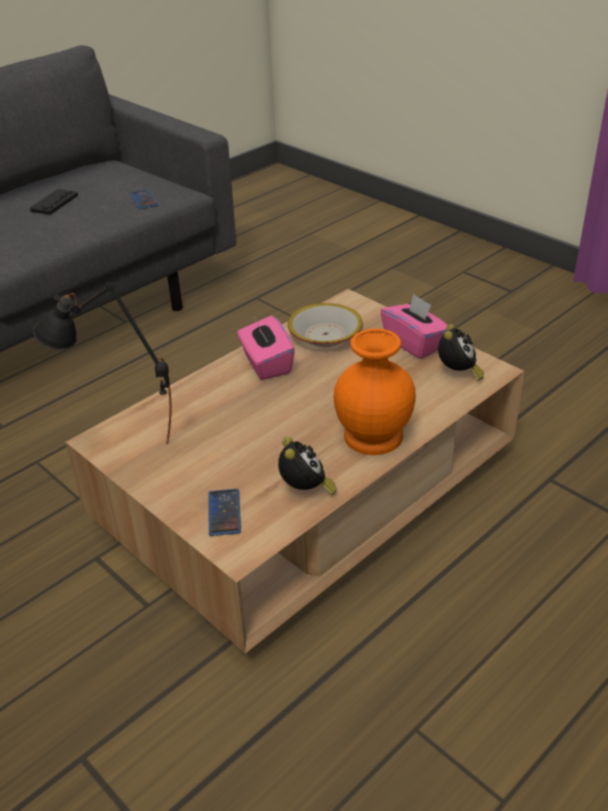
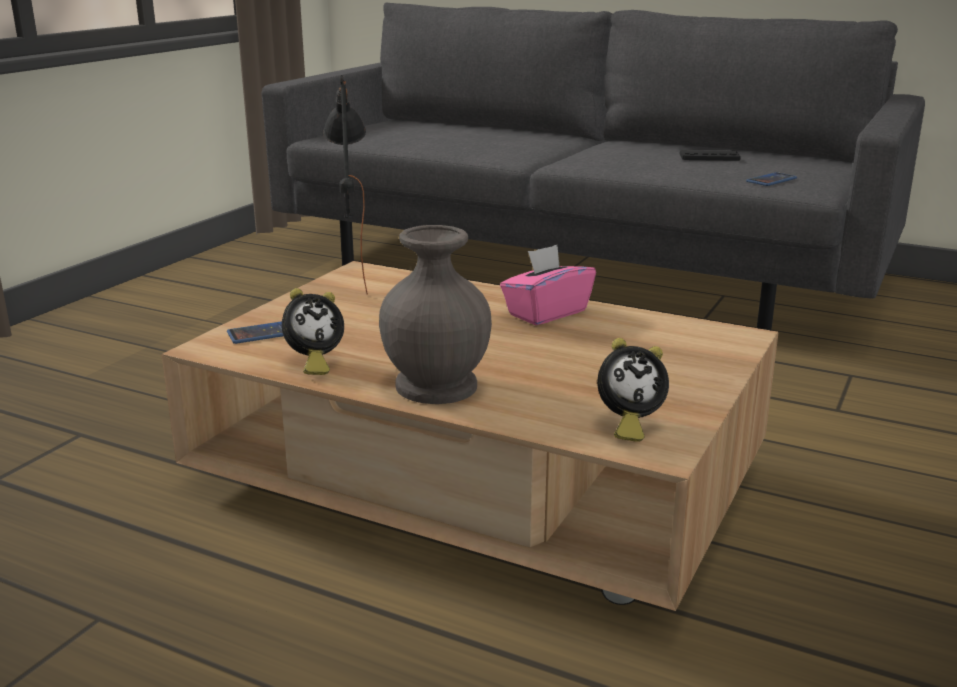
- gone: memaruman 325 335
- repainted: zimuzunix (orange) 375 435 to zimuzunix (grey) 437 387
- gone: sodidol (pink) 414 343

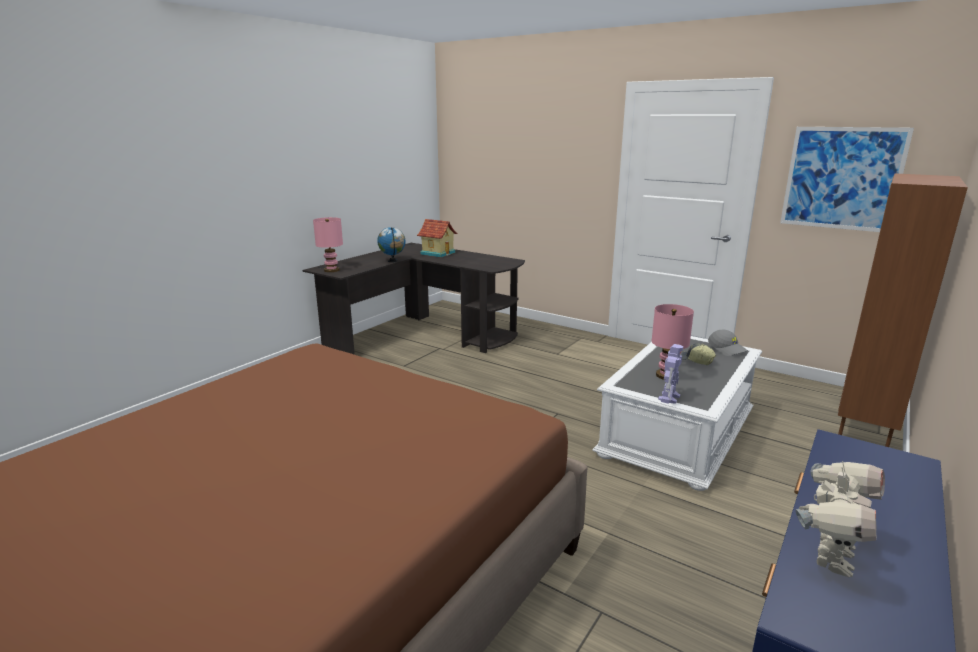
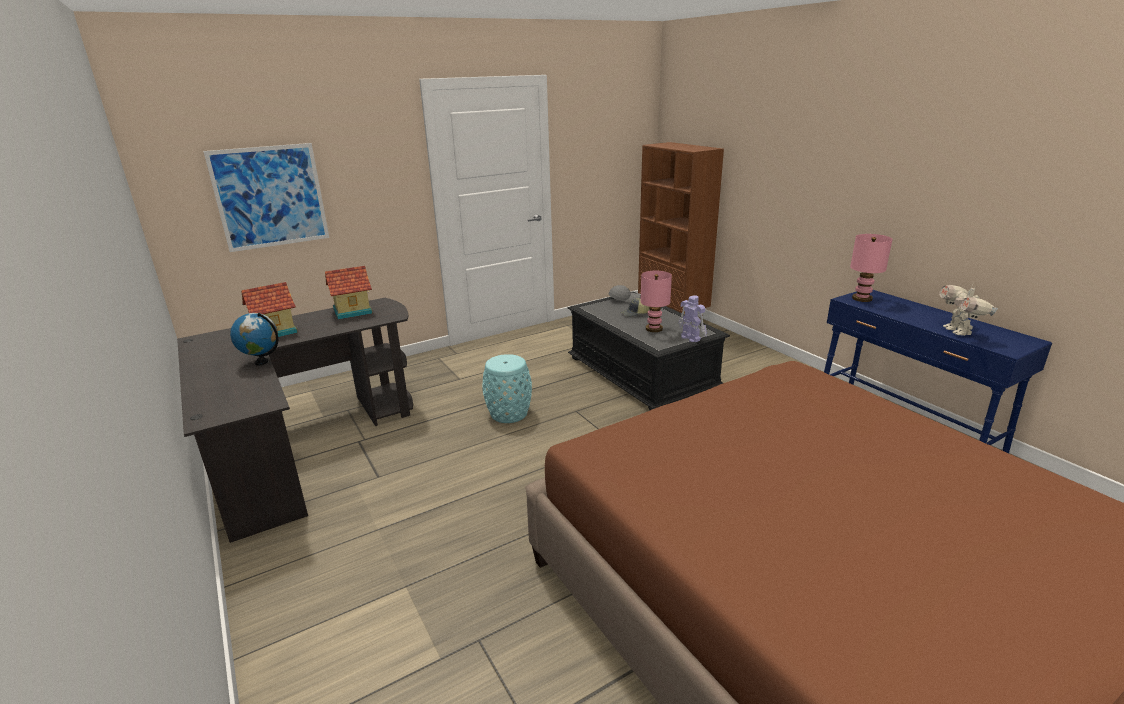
- shifted: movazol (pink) 331 270 to 862 298
- repainted: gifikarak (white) 678 431 to gifikarak (black) 641 372
- shifted: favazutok 842 178 to 270 197
- rotated: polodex 829 556 = 958 331 150 degrees counterclockwise
- new: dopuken 352 310
- new: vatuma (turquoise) 509 414

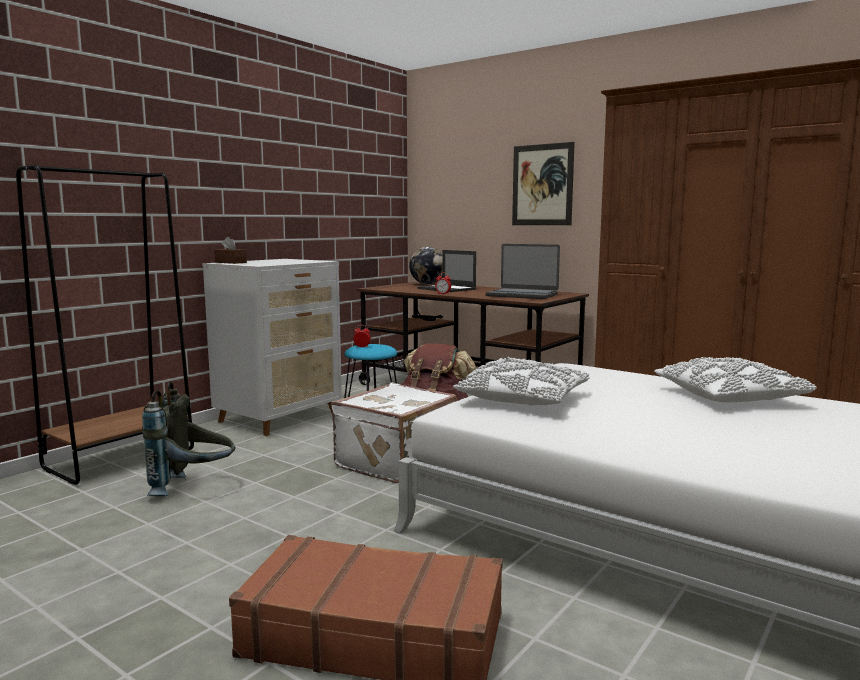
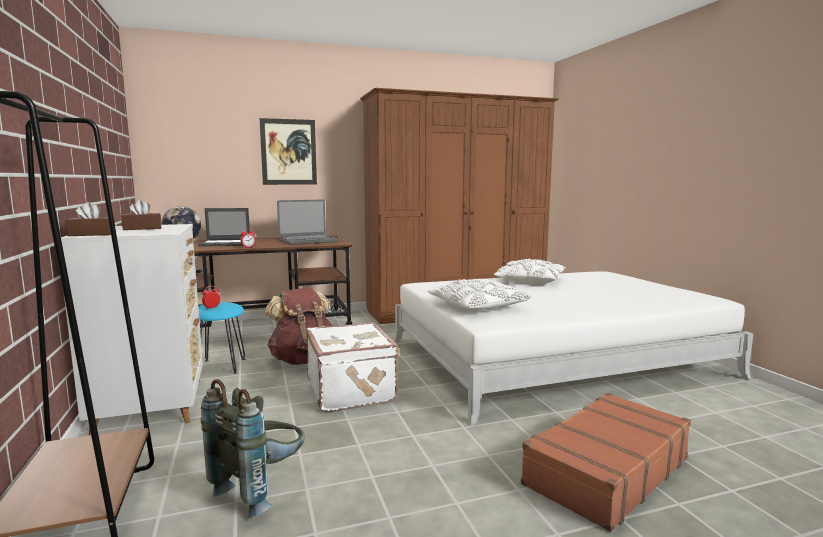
- new: sodidol (brown) 142 228

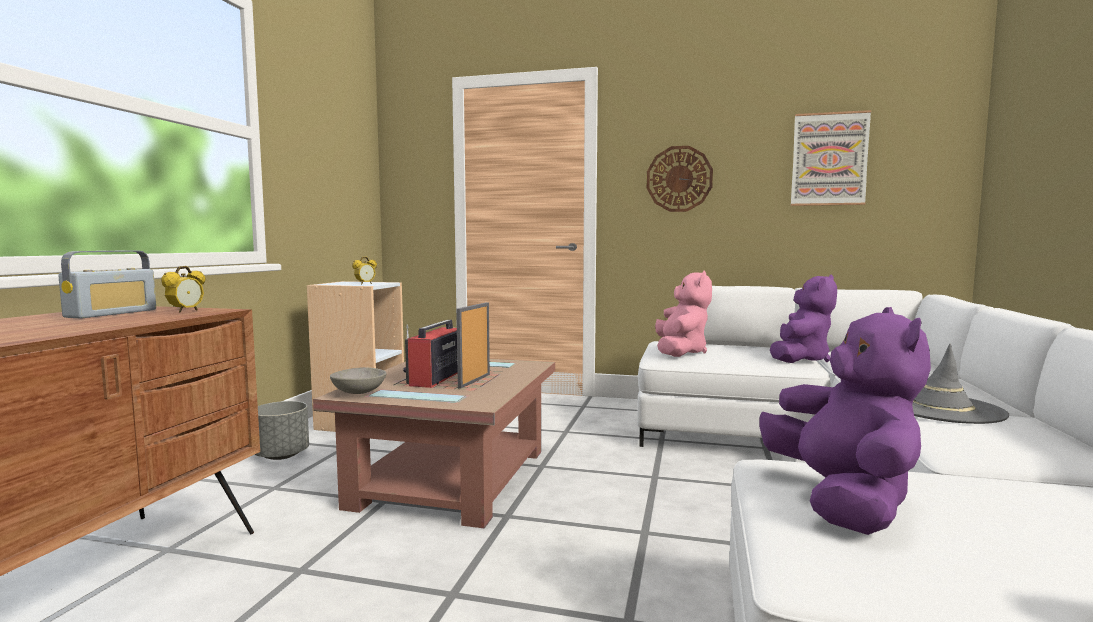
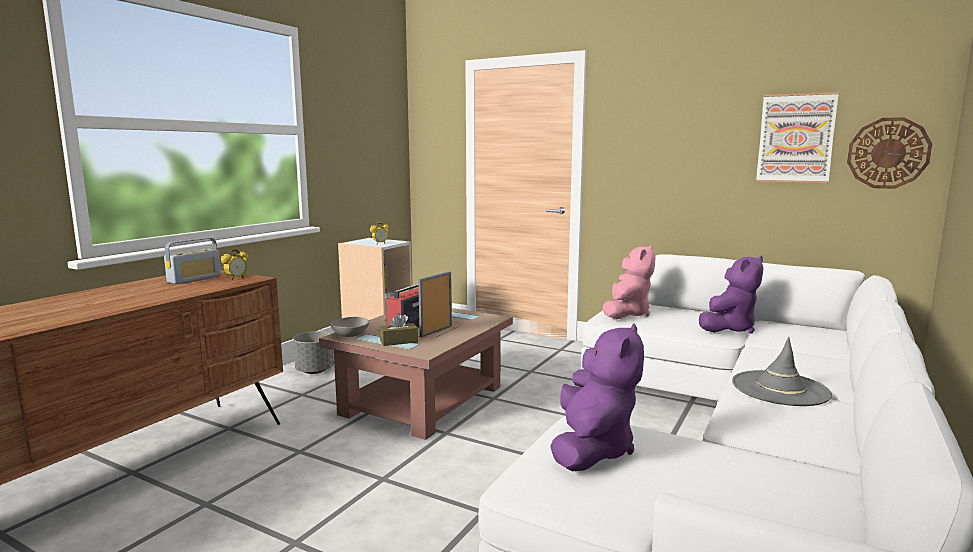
- shifted: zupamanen 679 179 to 888 153
- new: sodidol (brown) 399 341

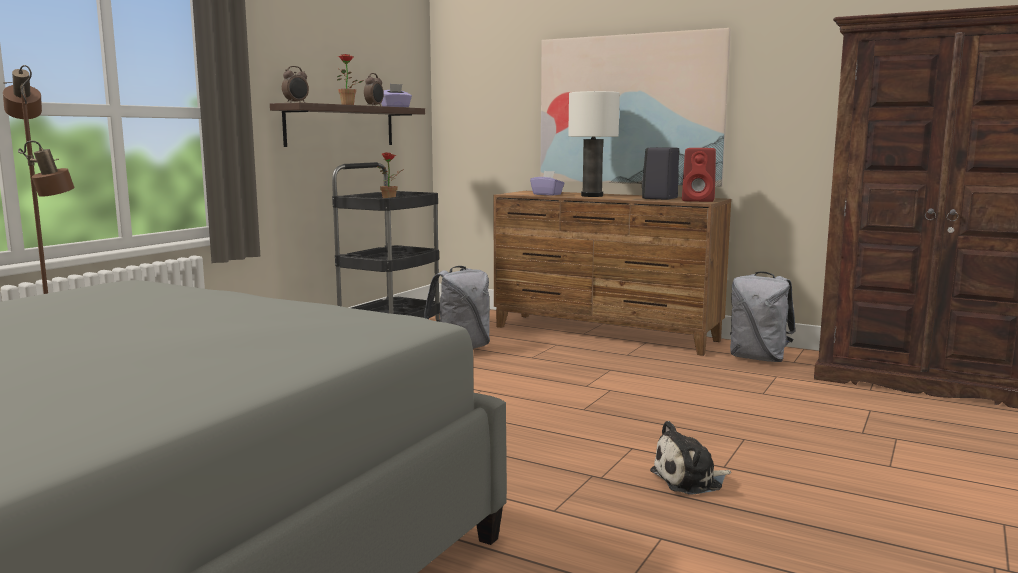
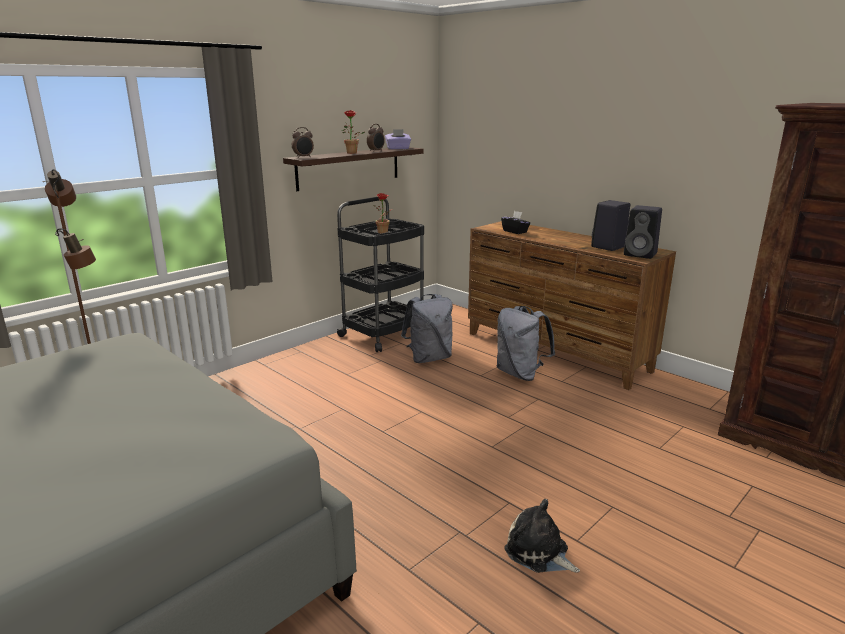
- repainted: sodidol (purple) 547 194 to sodidol (black) 515 231
- gone: favazutok 629 110
- gone: movazol (white) 591 196
- rotated: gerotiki 690 480 = 539 552 45 degrees clockwise
- repainted: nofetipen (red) 699 200 to nofetipen (black) 641 254
- shifted: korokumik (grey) 759 358 to 520 374

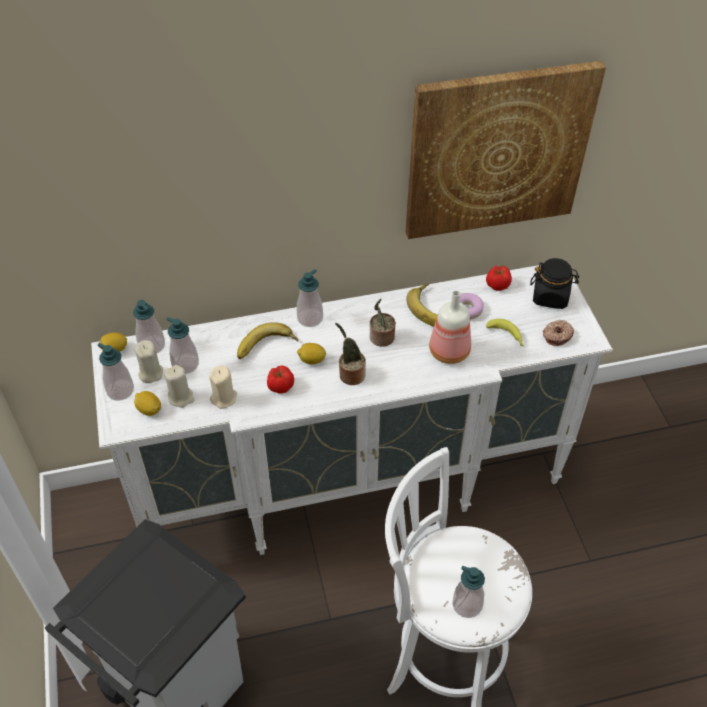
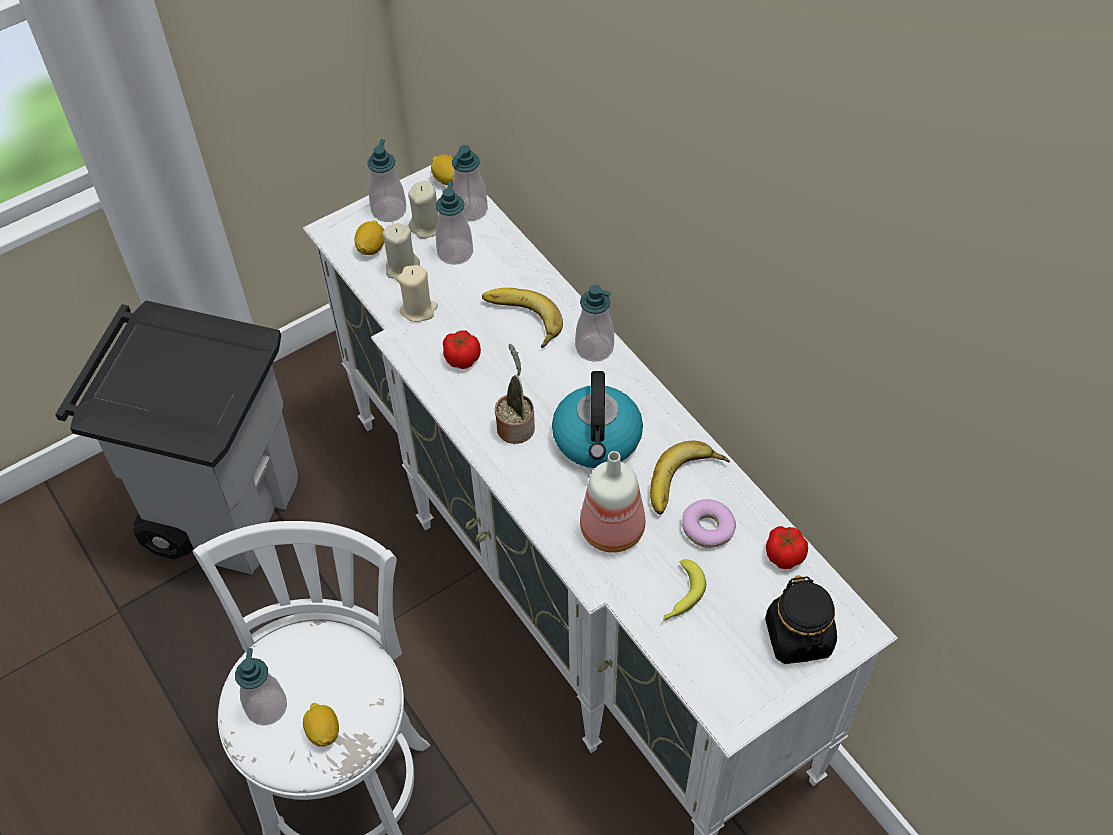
- shifted: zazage 312 360 to 323 731
- swapped: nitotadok 381 338 to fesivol 597 440
- gone: favazutok 497 151
- gone: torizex 556 336

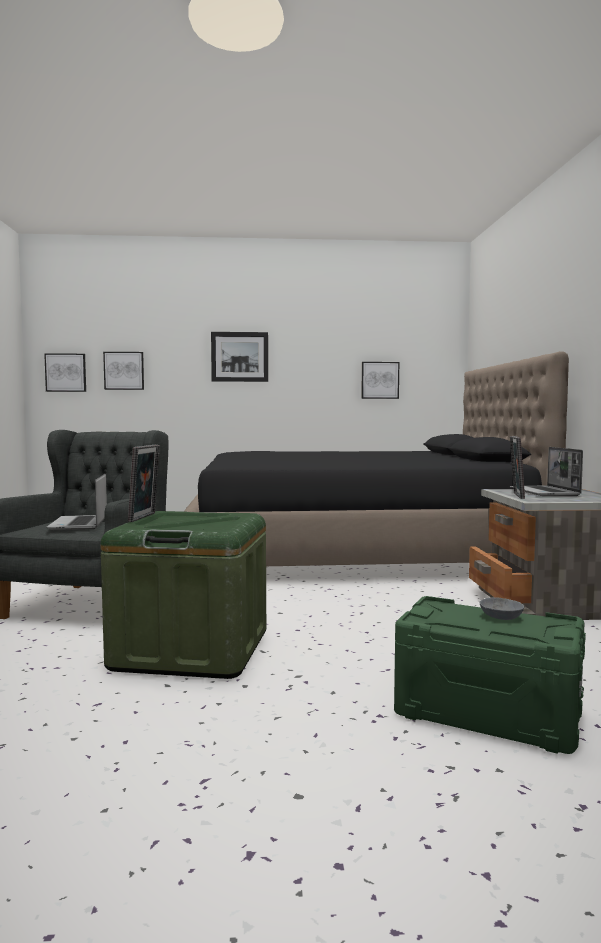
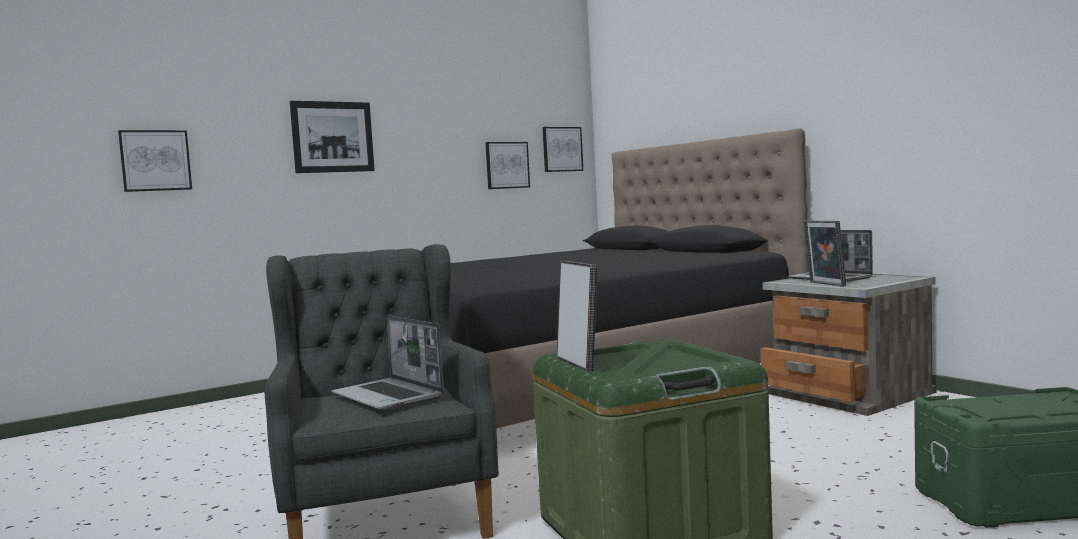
- shifted: favazutok 66 372 to 562 149
- gone: memaruman (grey) 500 617

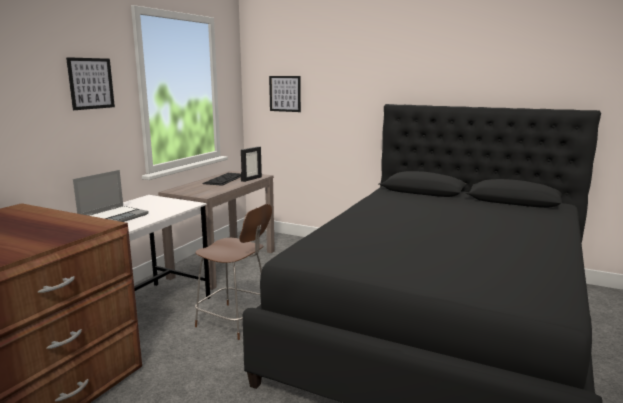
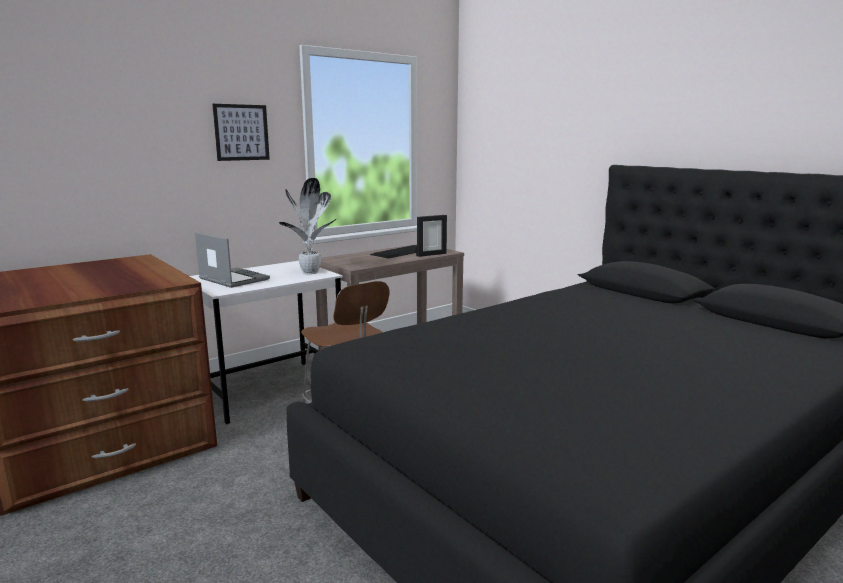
- rotated: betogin 114 217 = 232 279 105 degrees counterclockwise
- gone: favazutok 285 93
- new: nitotadok 310 273

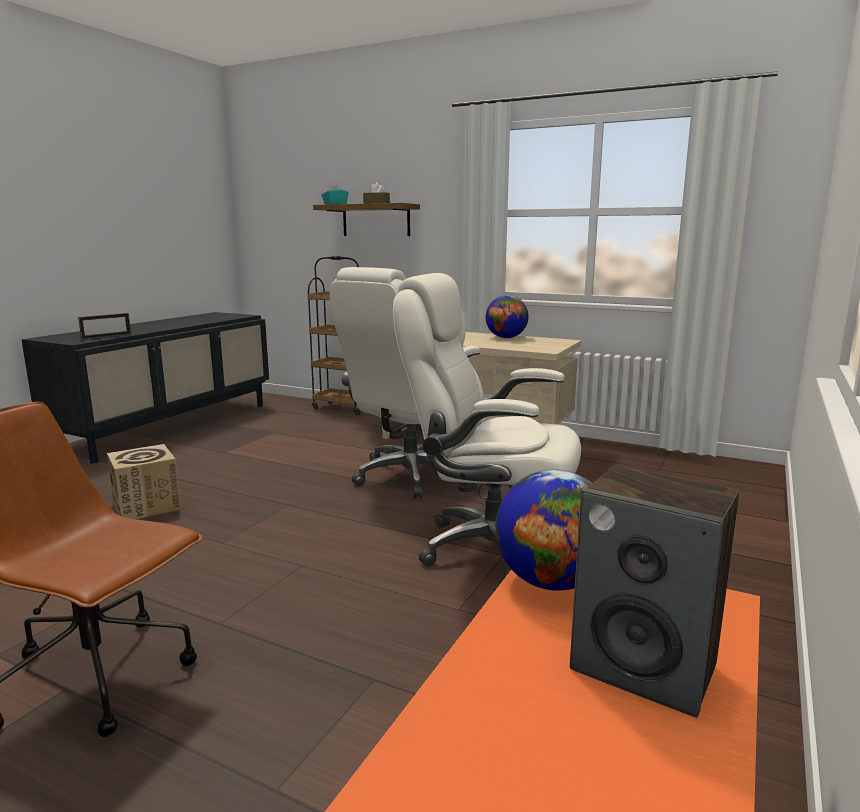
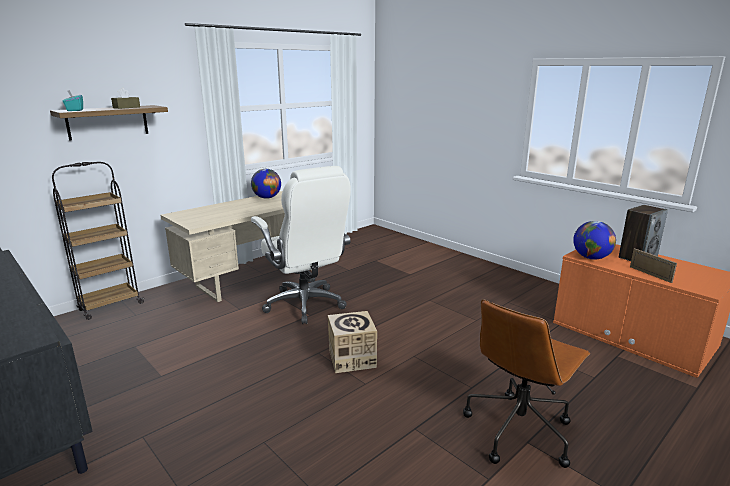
- shifted: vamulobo 106 336 to 650 274
- shifted: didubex 146 506 to 352 358
- gone: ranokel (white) 489 548

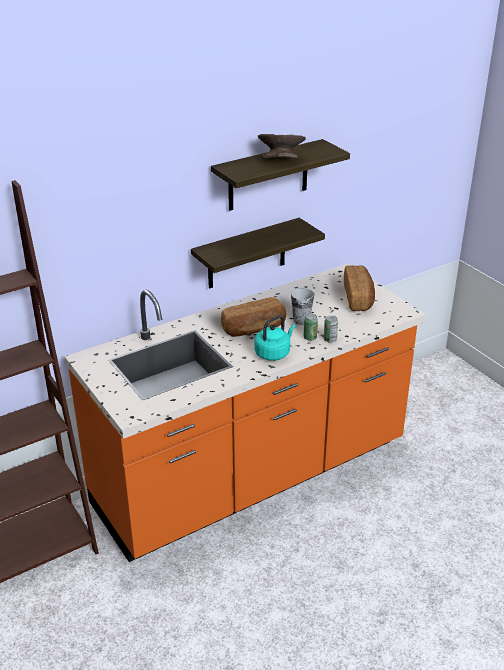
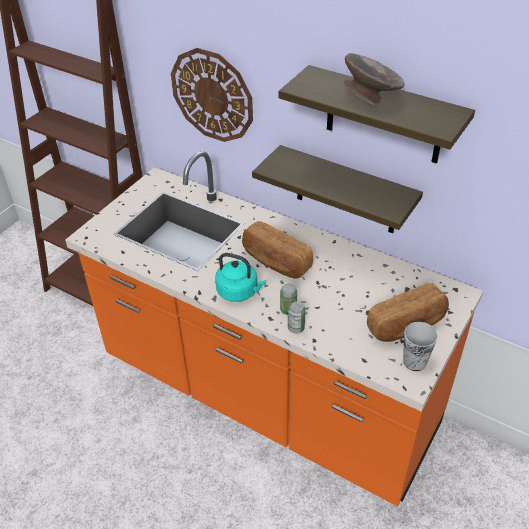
- shifted: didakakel 301 320 to 414 362
- new: zupamanen 212 95

